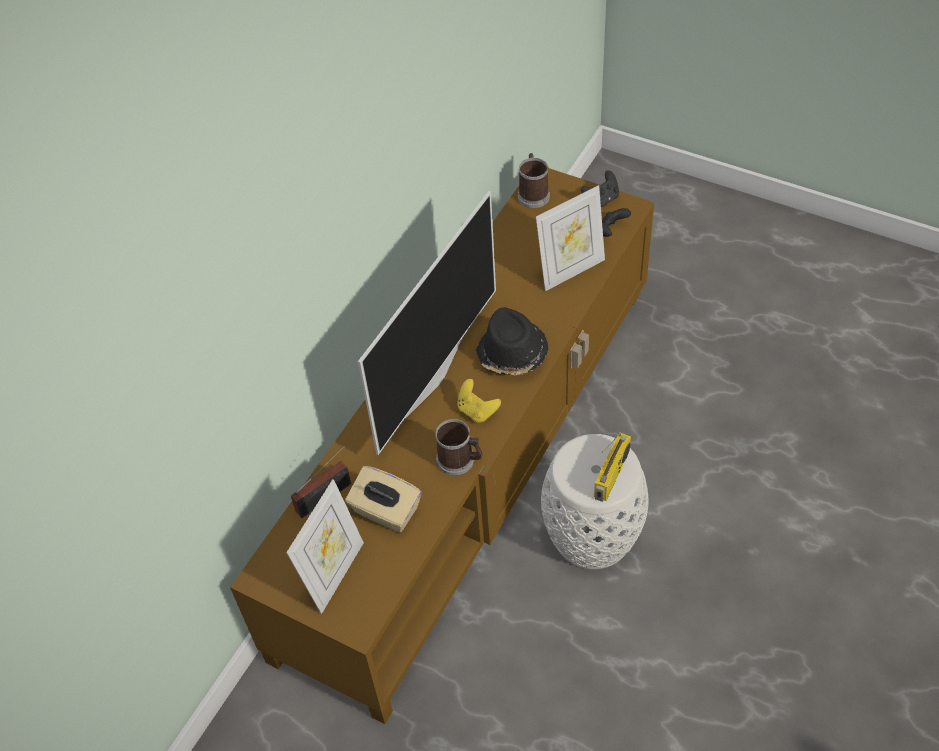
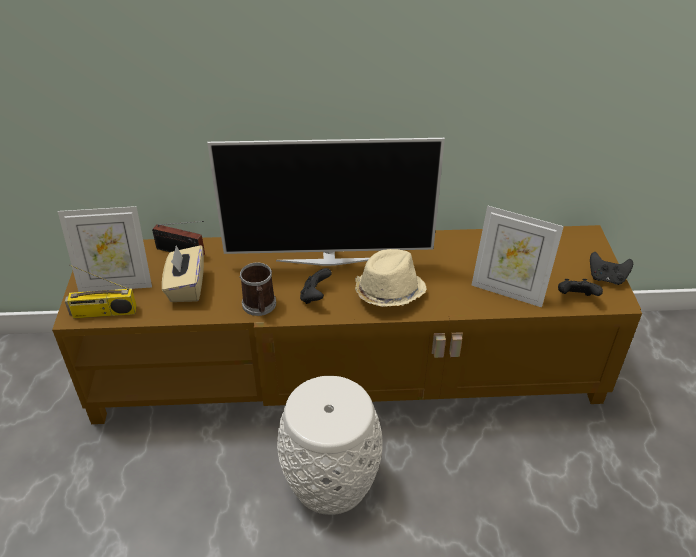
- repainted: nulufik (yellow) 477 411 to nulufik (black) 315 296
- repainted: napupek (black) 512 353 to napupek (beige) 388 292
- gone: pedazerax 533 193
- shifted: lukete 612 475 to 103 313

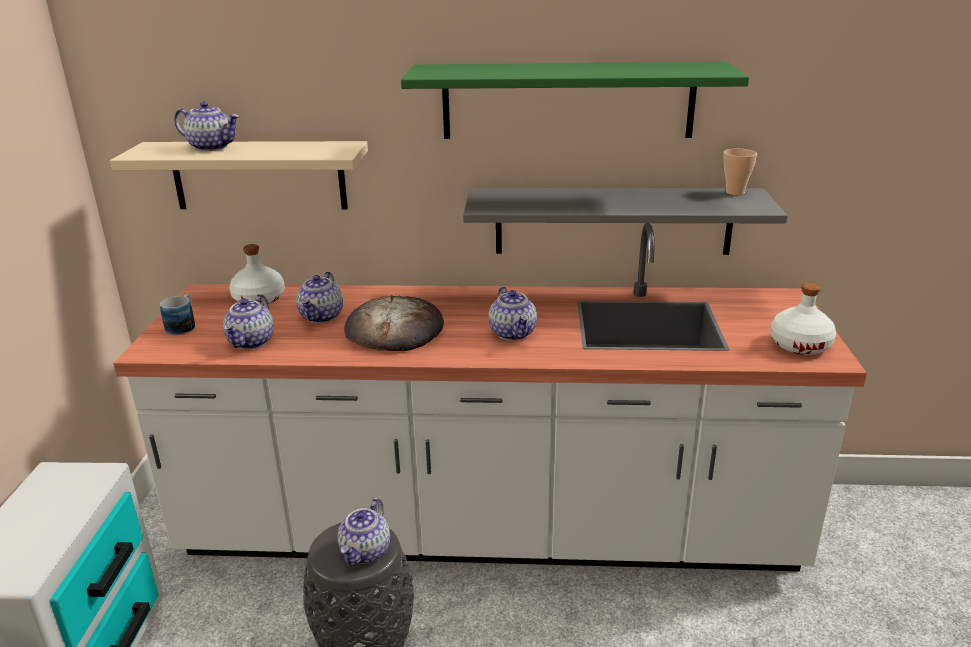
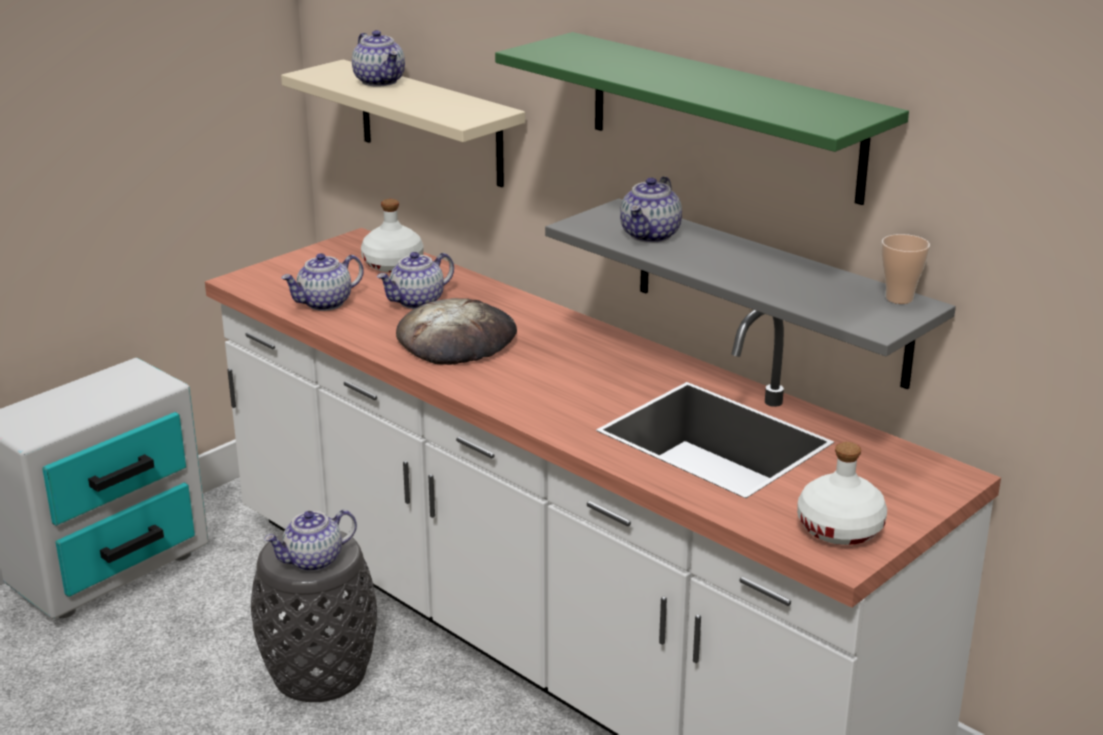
- gone: pedazerax 183 326
- shifted: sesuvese 513 333 to 651 235

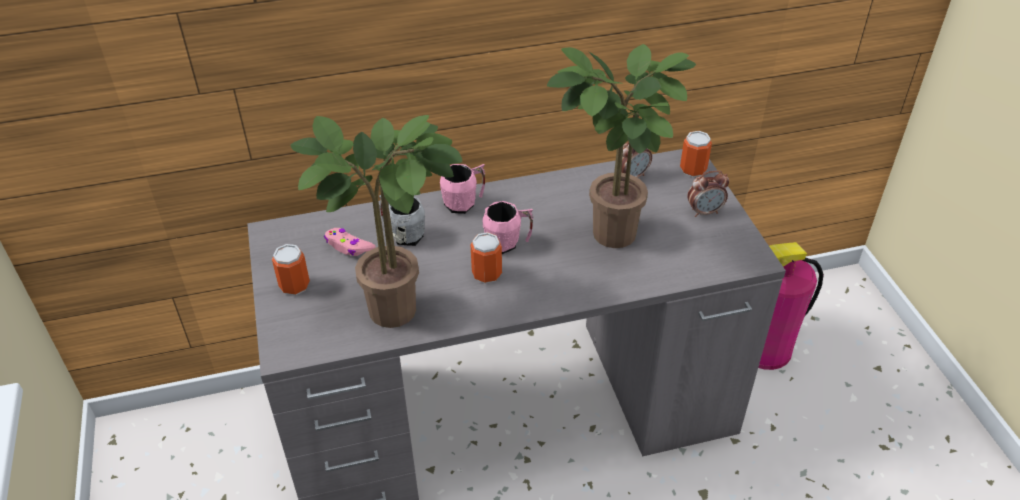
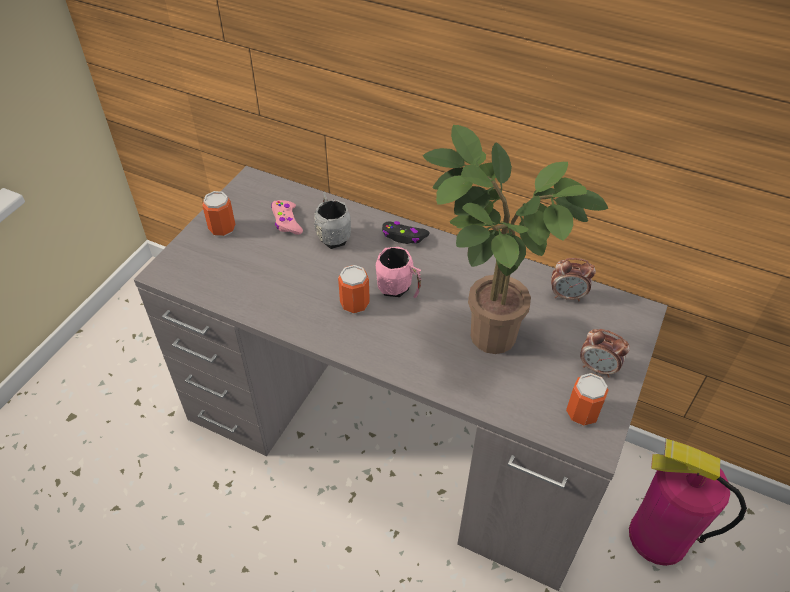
- gone: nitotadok 401 307
- swapped: pedazerax (pink) 464 202 to nulufik (black) 404 236
- shifted: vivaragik 693 169 to 582 413

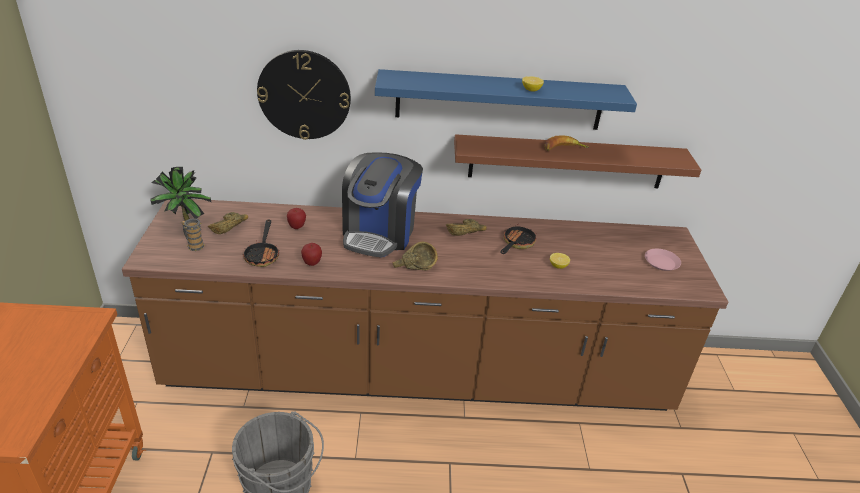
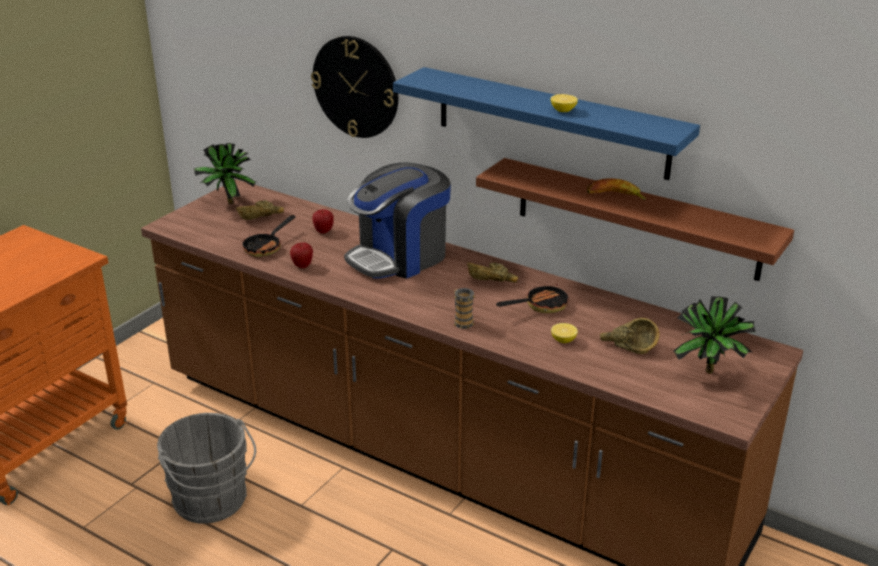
- shifted: pedazerax 193 245 to 462 321
- shifted: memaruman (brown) 414 267 to 628 347
- swapped: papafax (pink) 661 262 to nitotadok 708 375

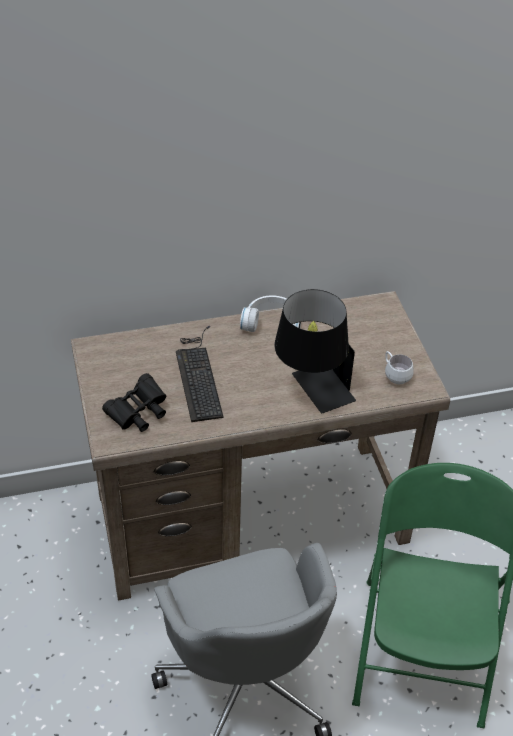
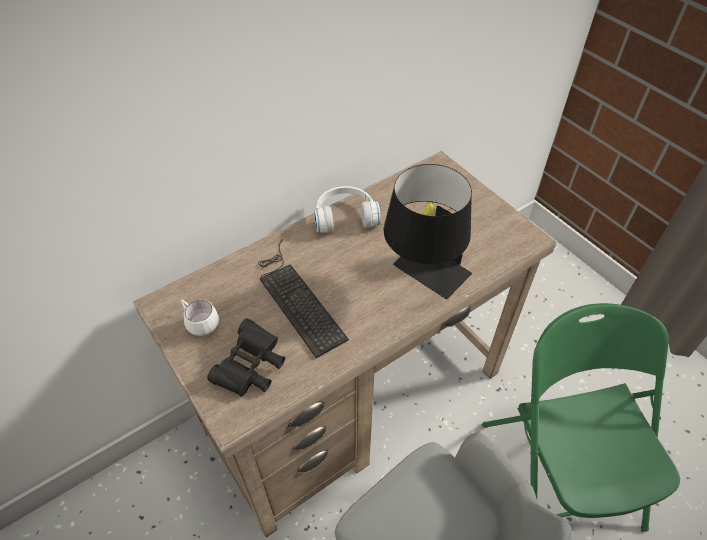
- shifted: pedazerax (white) 395 375 to 200 323

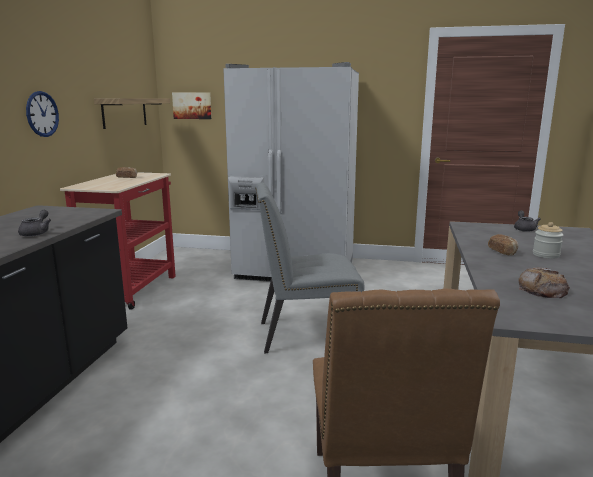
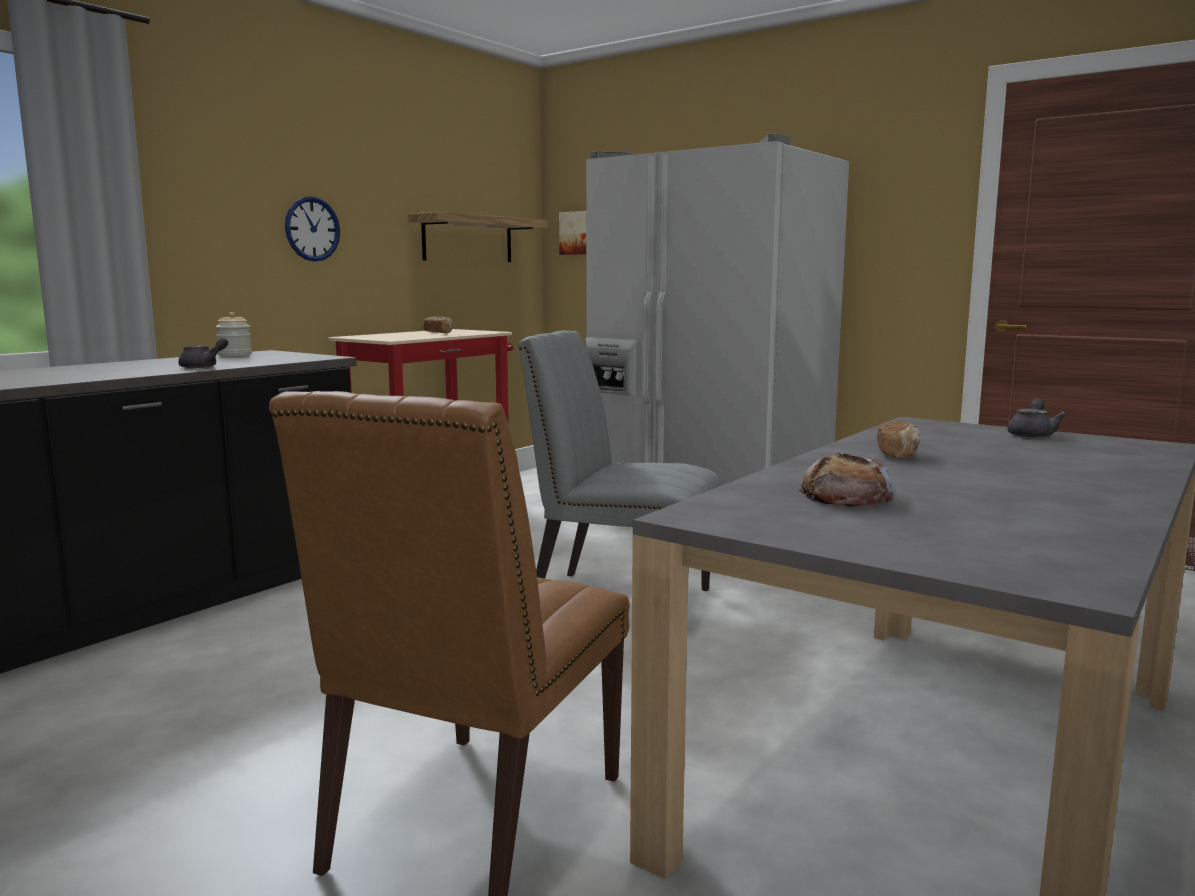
- shifted: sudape 546 255 to 235 355

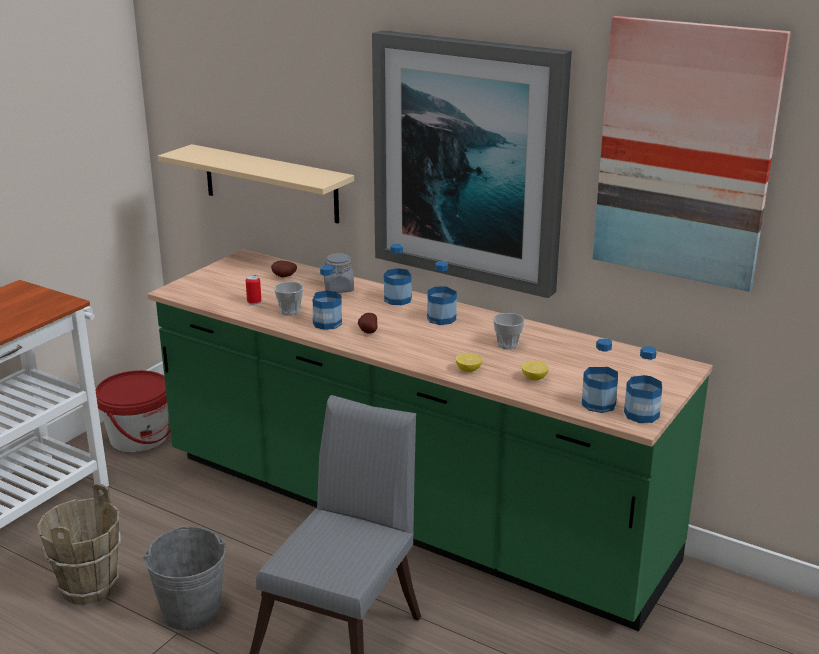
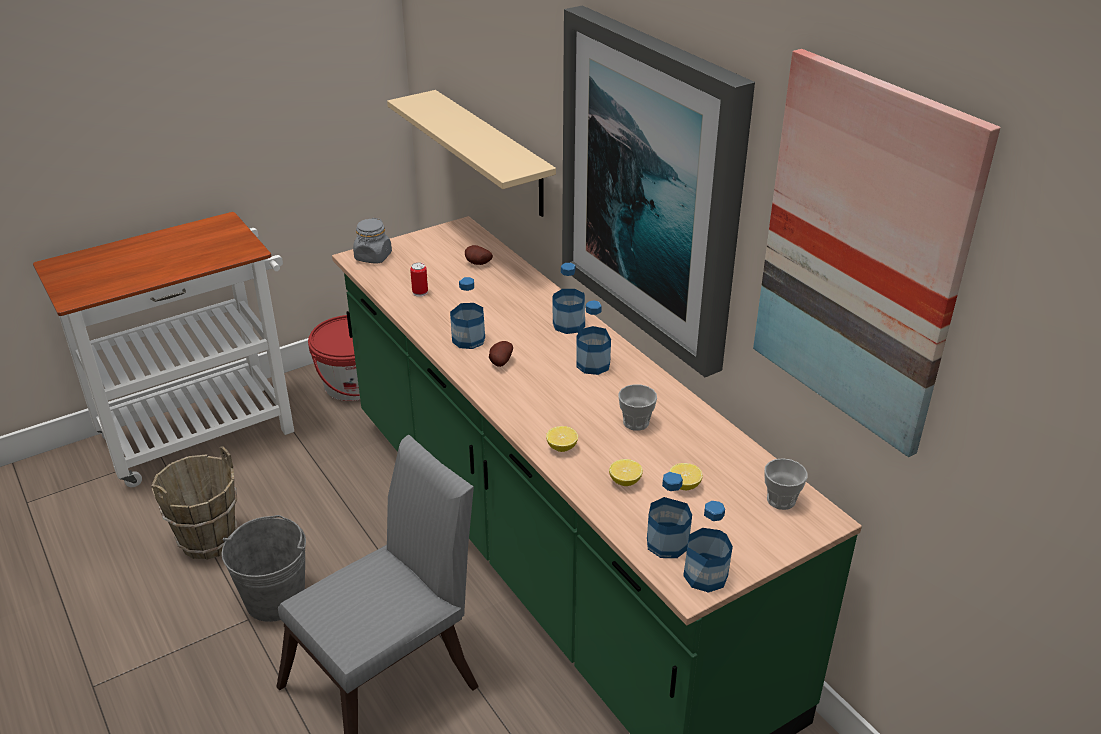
- shifted: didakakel 290 311 to 781 500
- shifted: sudape (grey) 339 289 to 373 257
- new: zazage 684 485

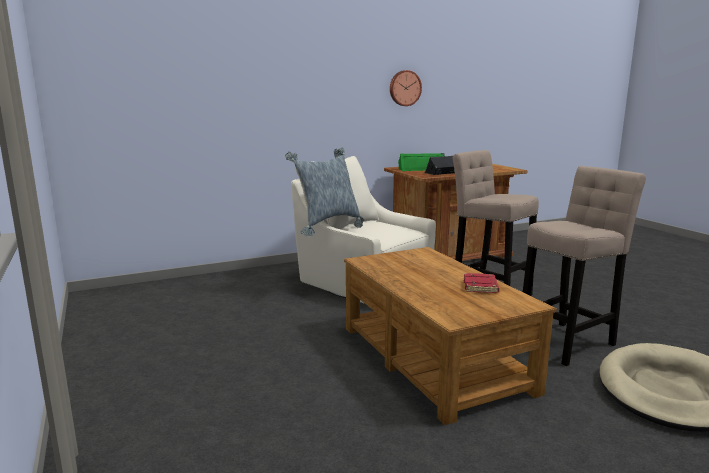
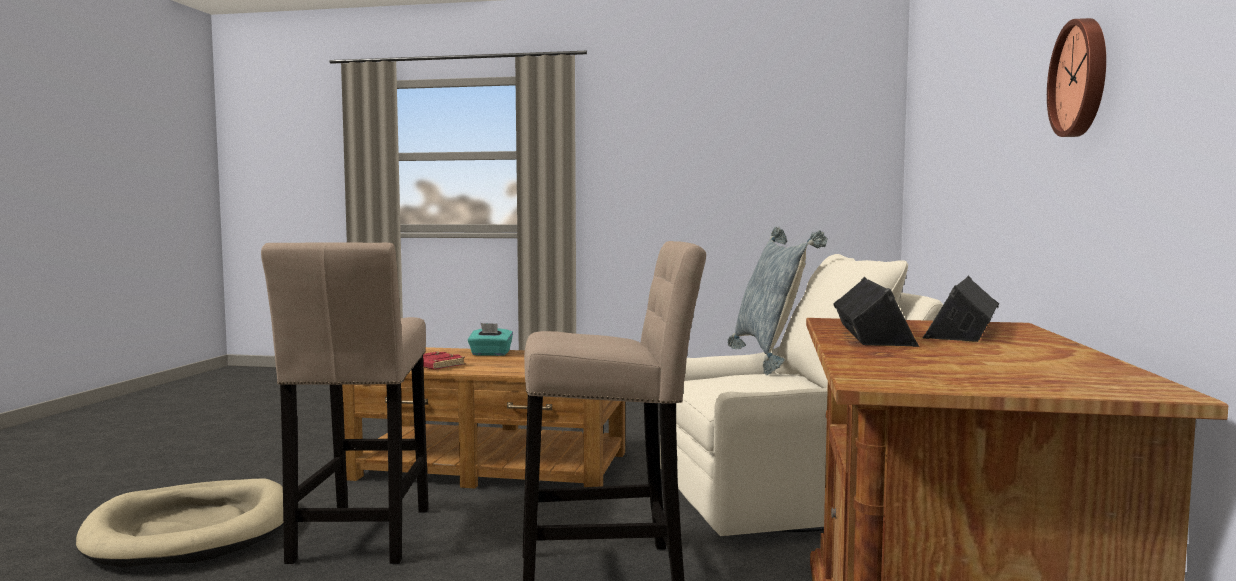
- repainted: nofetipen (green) 421 169 to nofetipen (black) 965 331
- new: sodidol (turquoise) 490 354

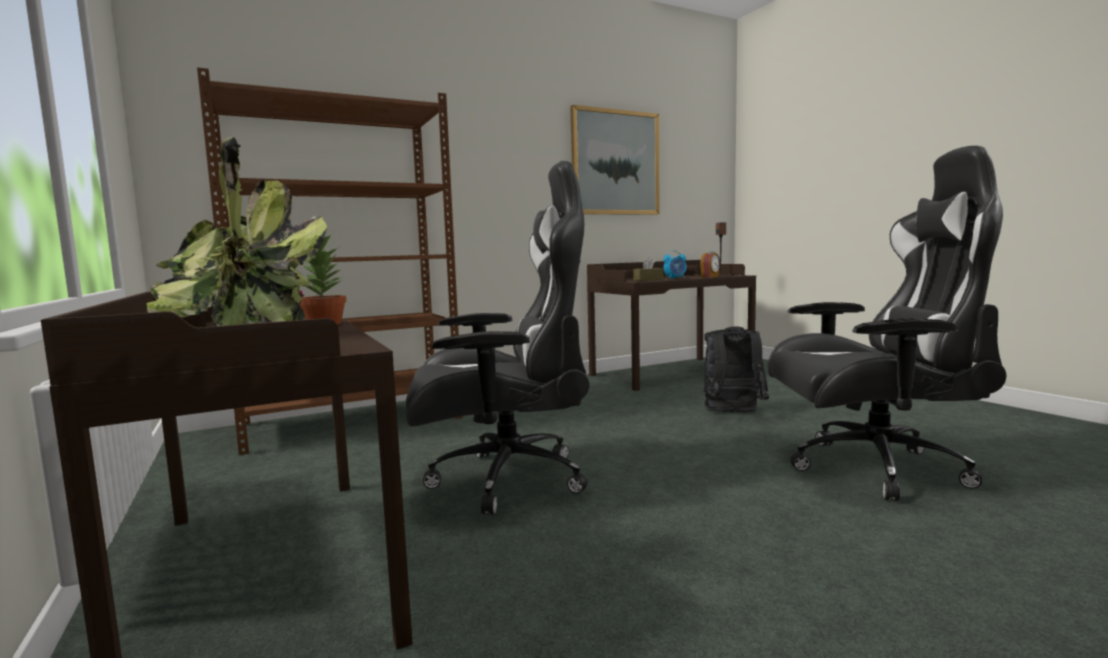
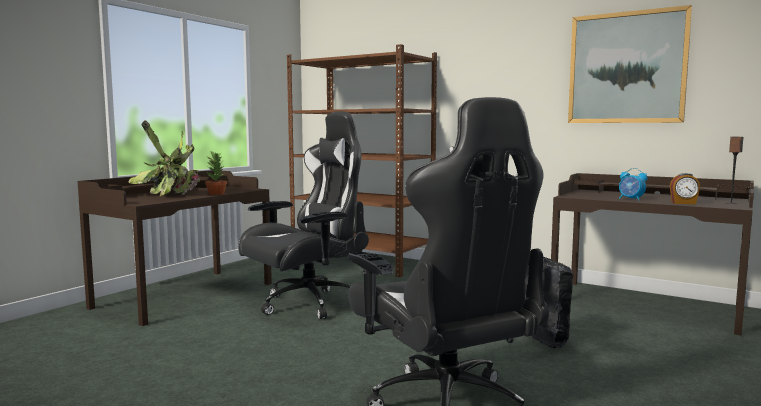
- rotated: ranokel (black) 498 480 = 304 305 90 degrees counterclockwise
- gone: sodidol (brown) 648 280

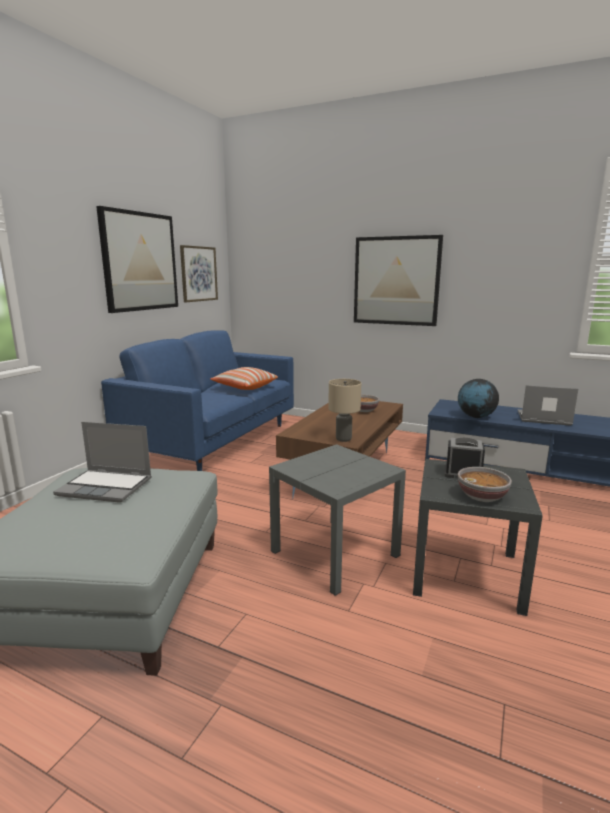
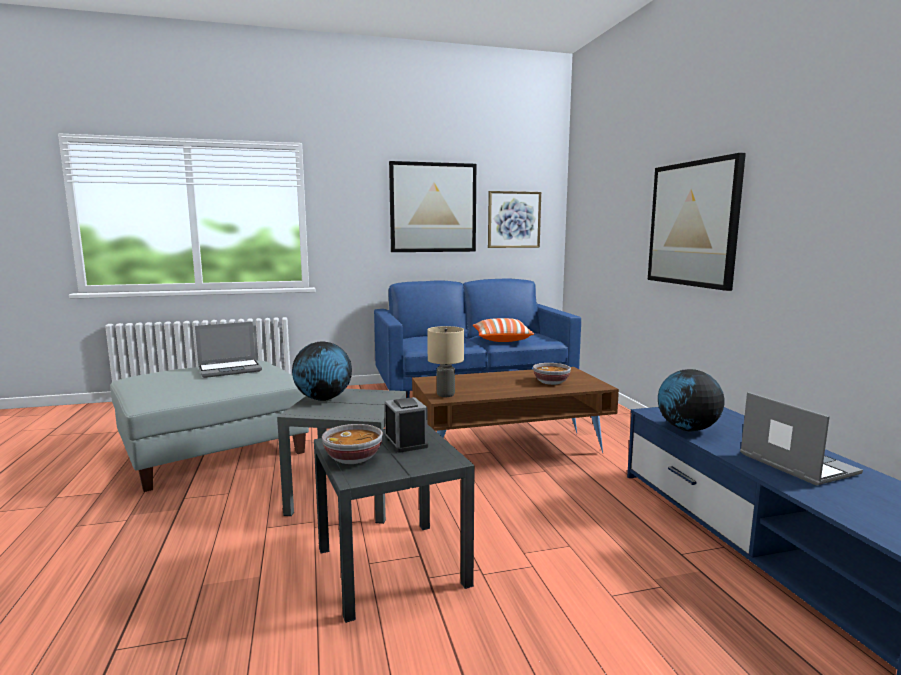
- rotated: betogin 107 487 = 230 369 90 degrees counterclockwise
- new: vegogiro 323 399

